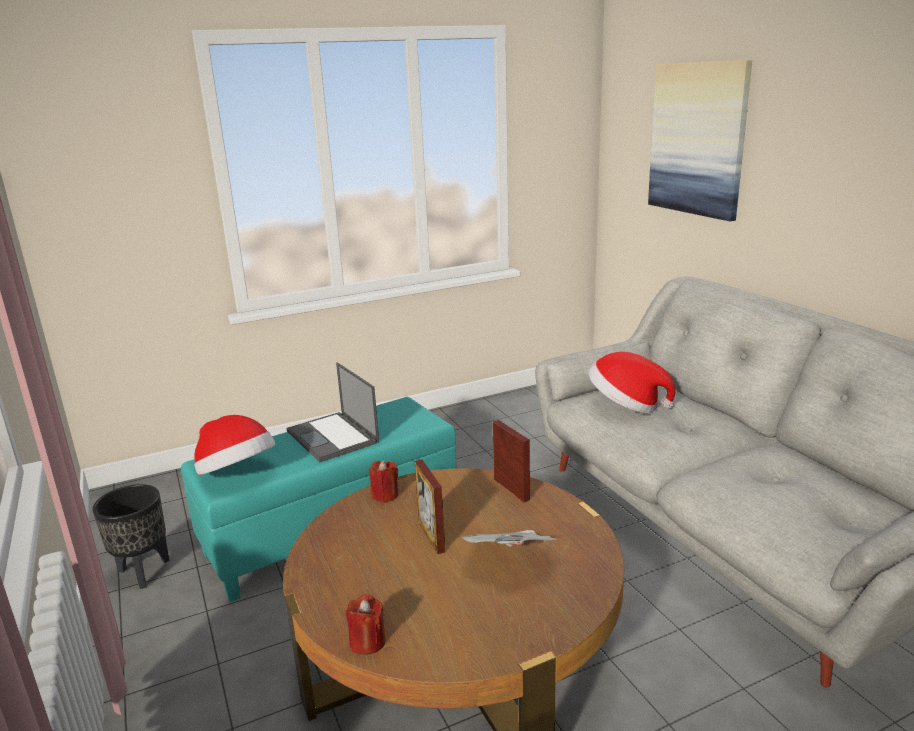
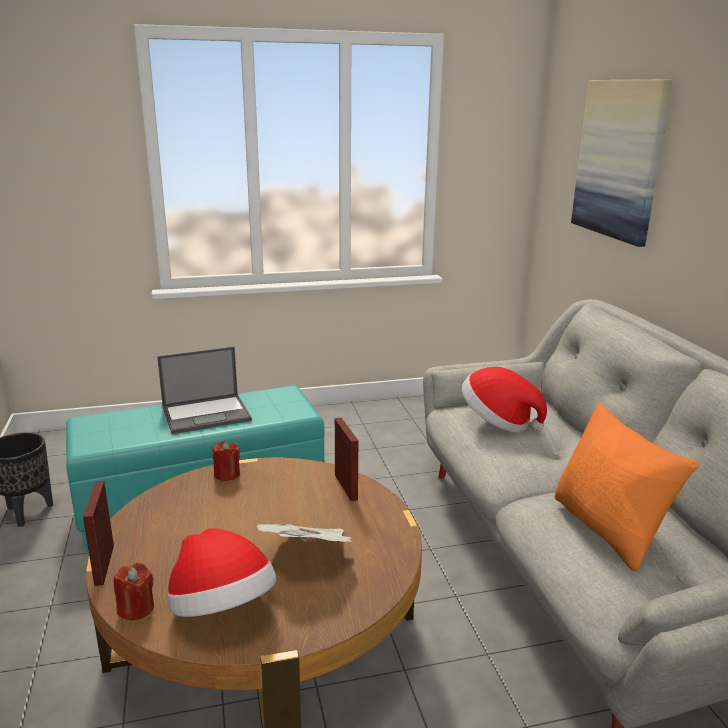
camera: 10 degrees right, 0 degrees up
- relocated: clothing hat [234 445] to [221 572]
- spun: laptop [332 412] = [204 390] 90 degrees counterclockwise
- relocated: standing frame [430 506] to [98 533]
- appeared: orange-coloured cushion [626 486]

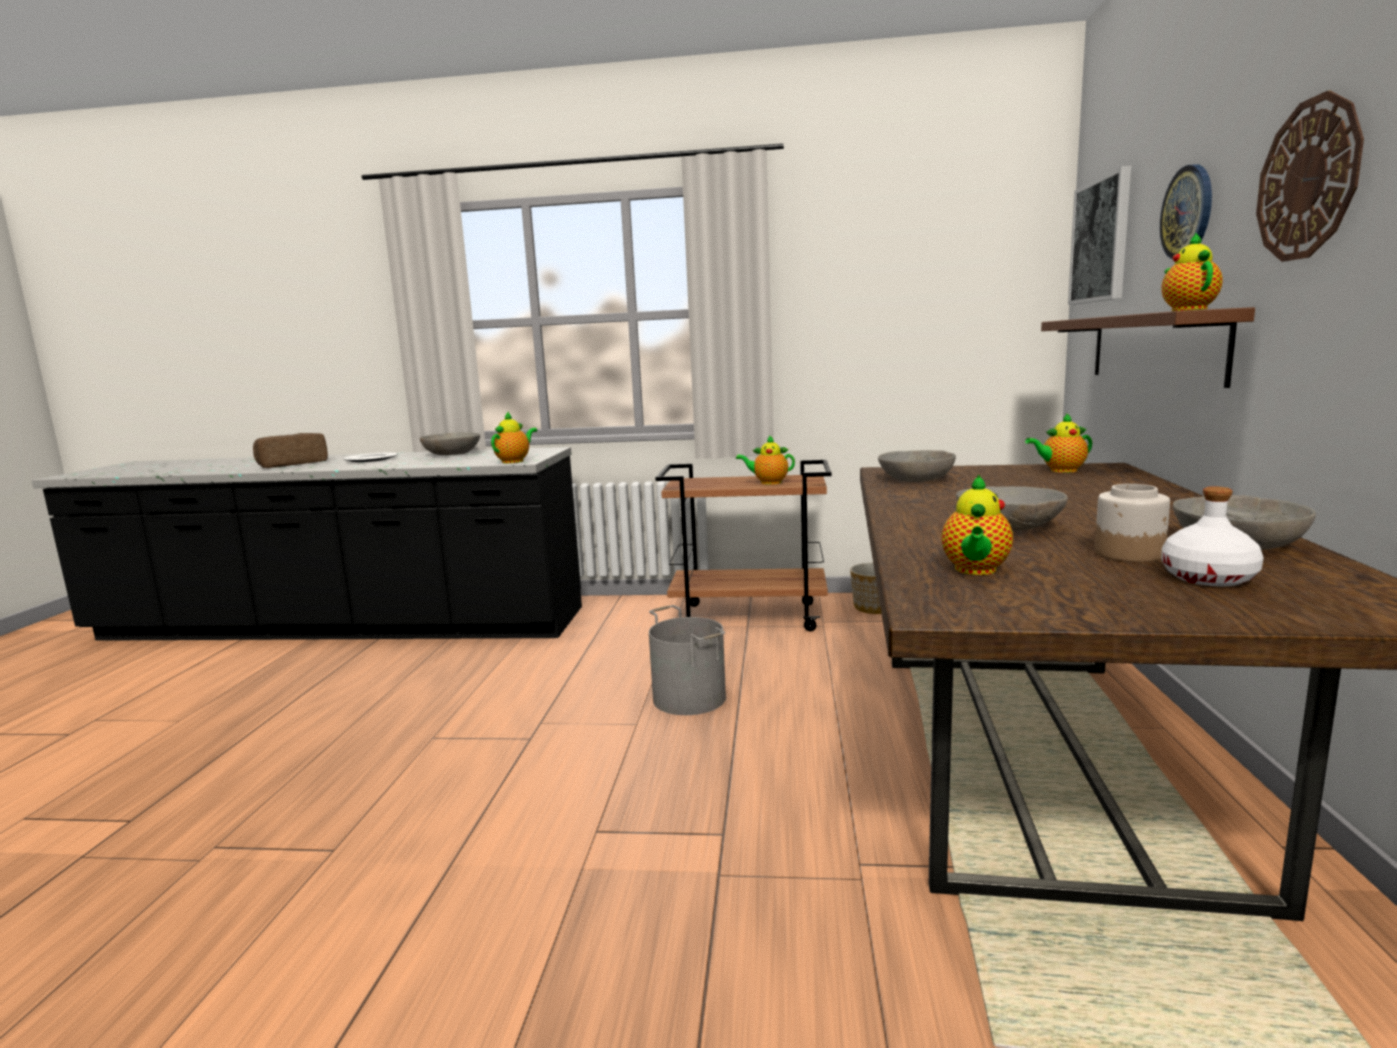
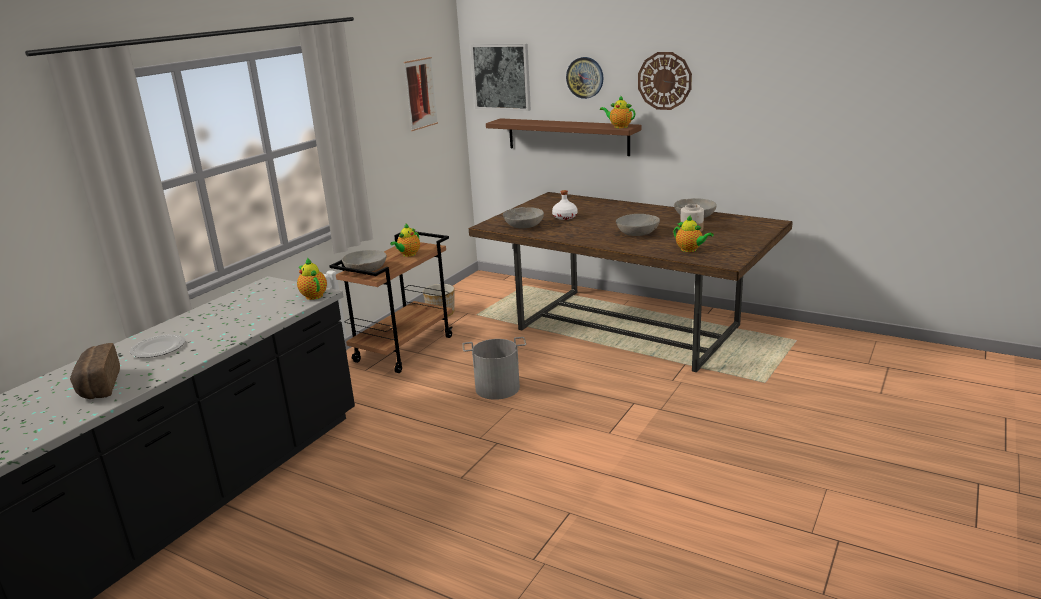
camera: 65 degrees left, 10 degrees up
- relocated: gray bowl [450 443] to [364 261]
- missing: tea pot [1058 443]
- relocated: whitish bottle [1212 536] to [565 205]
- appeared: picture [421 94]

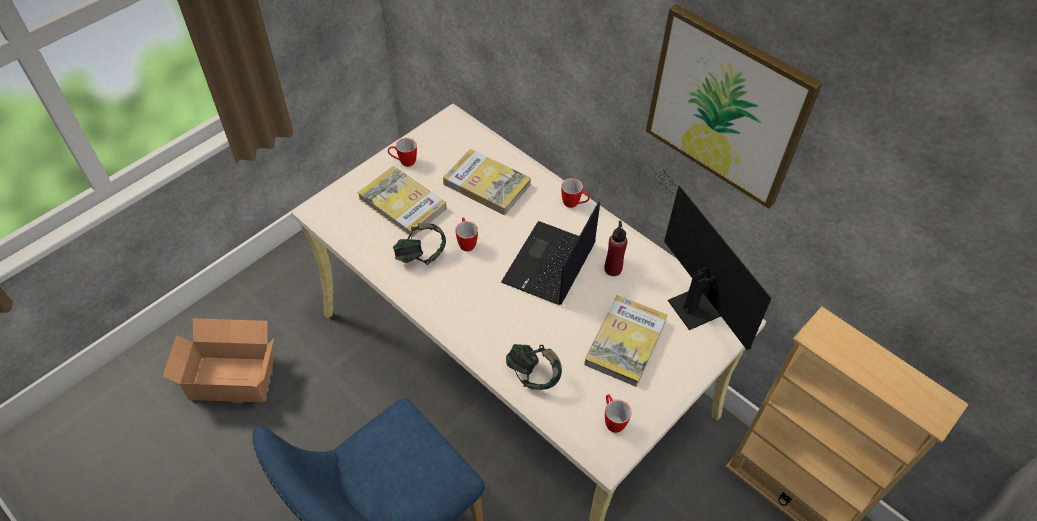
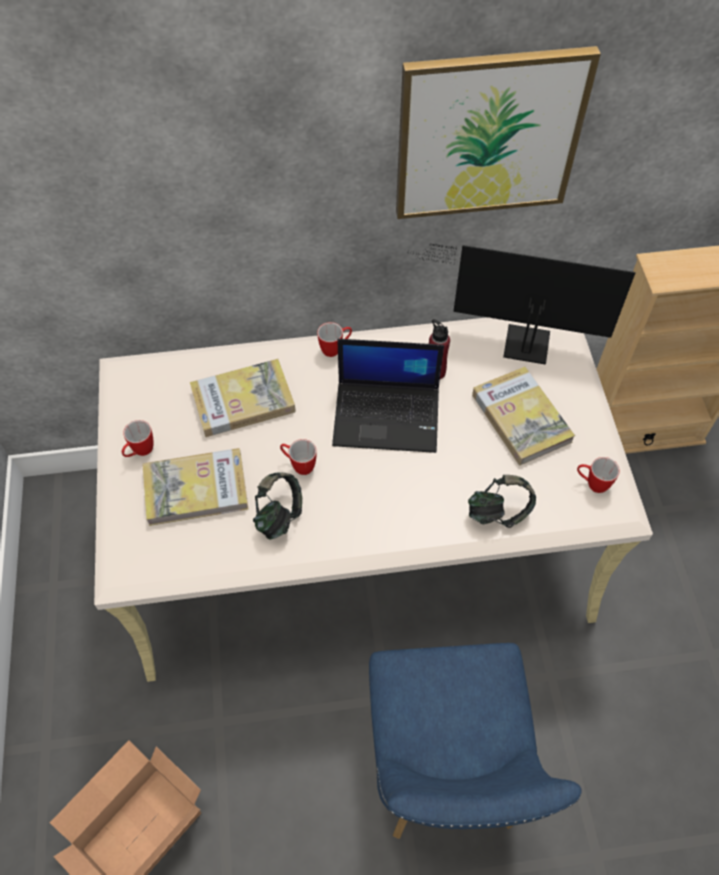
camera: 50 degrees left, 5 degrees up
- spun: laptop [550 253] = [388 396] 60 degrees counterclockwise

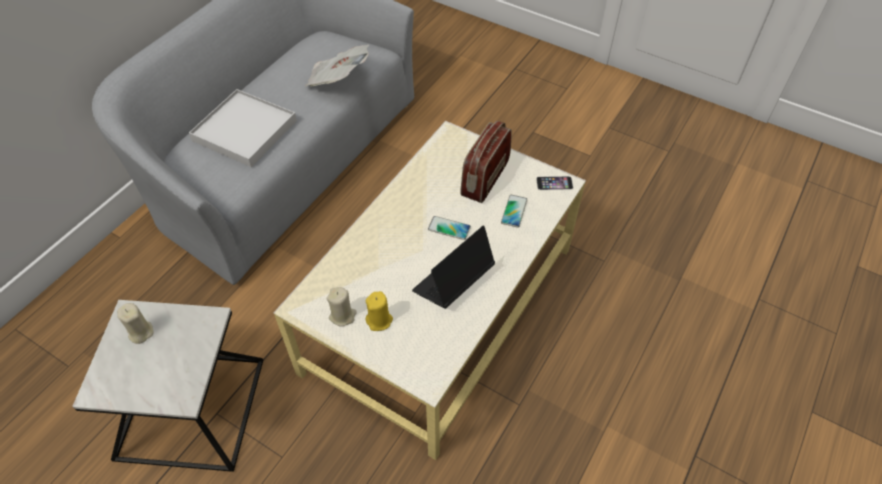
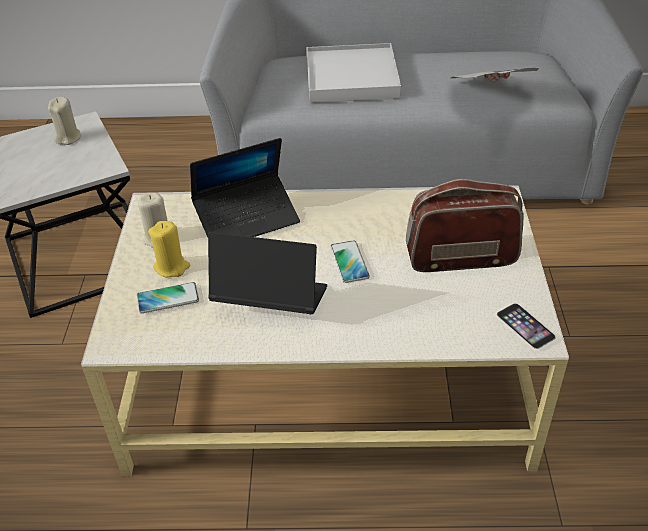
camera: 60 degrees right, 10 degrees down
- relocated: telephone [514 211] to [168 297]
- appeared: laptop [245 187]

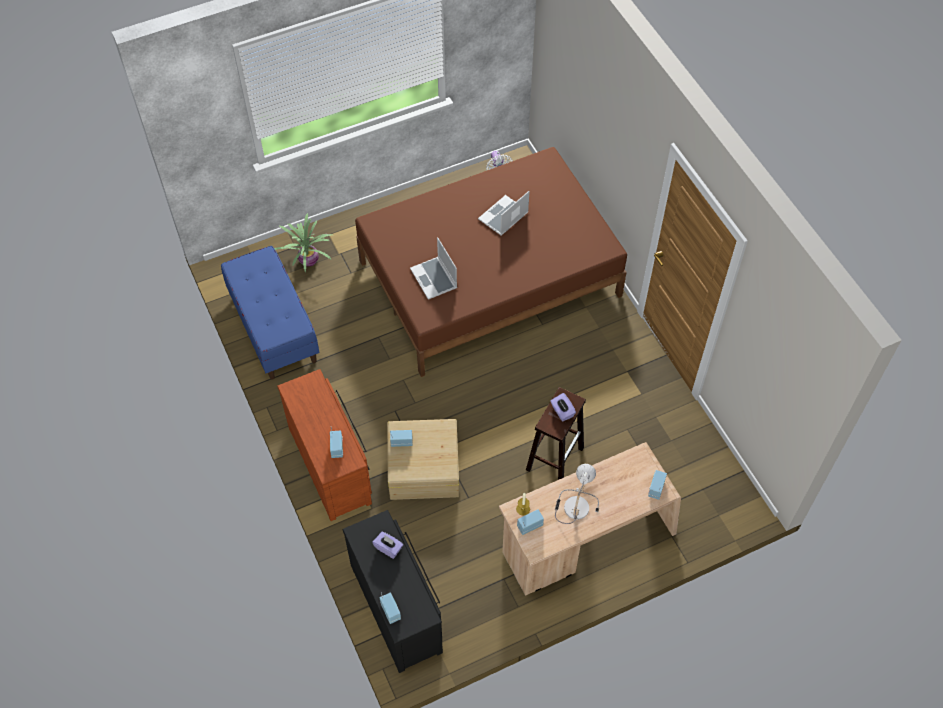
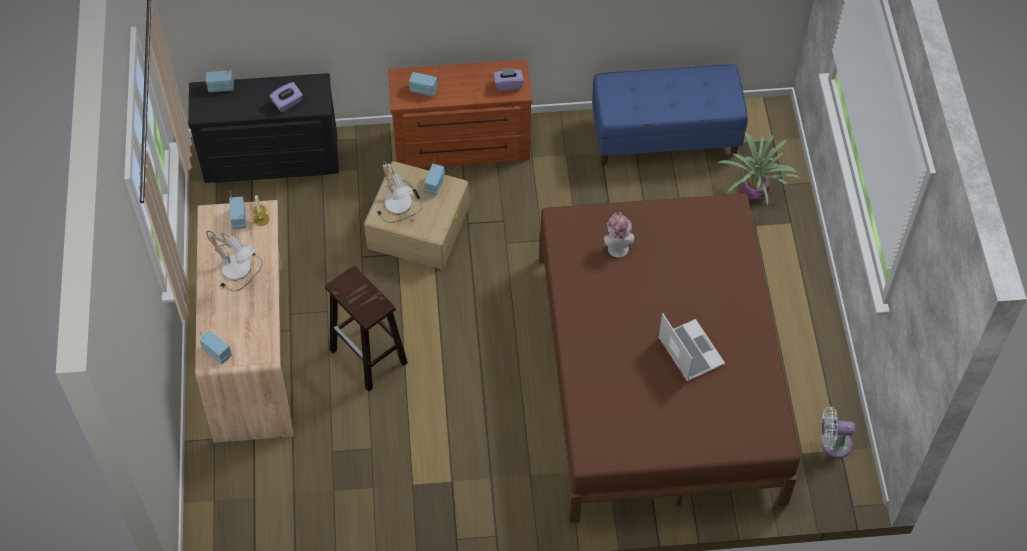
camera: 110 degrees right, 0 degrees up
- exchanged: laptop [433 268] to clothing hat [619 235]
- relocated: purple box of tissues [563 407] to [509 79]
- appeared: tabletop lamp [400 192]

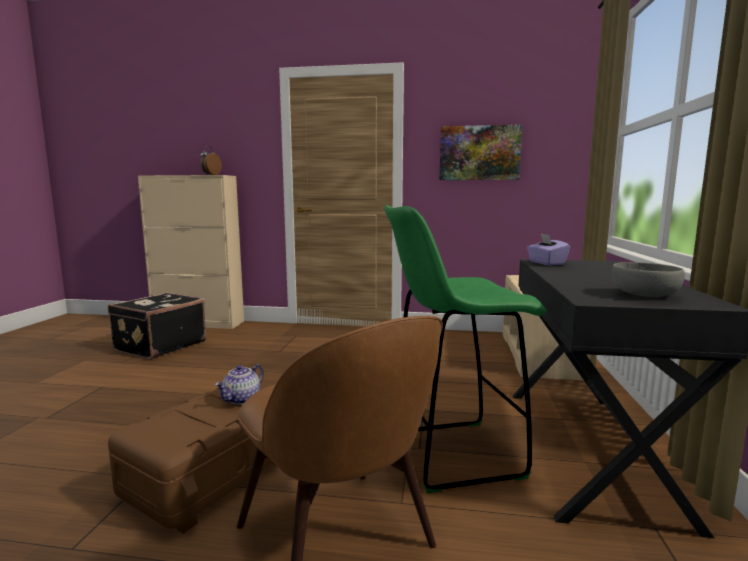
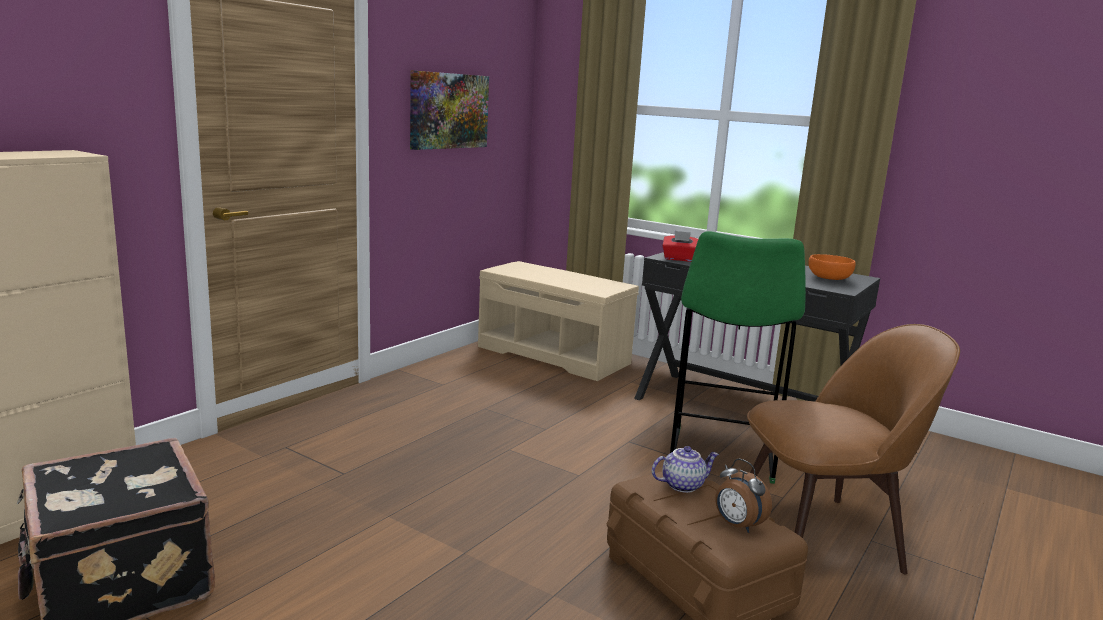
camera: 65 degrees left, 5 degrees up
- relocated: bedside clock [211 160] to [743 496]
- spun: tea pot [239 384] = [685 469] 75 degrees counterclockwise
- colour: purple box of tissues [548 249] to red-coloured box of tissues [680 246]
- colour: gray bowl [648 279] to orange-coloured bowl [832 267]

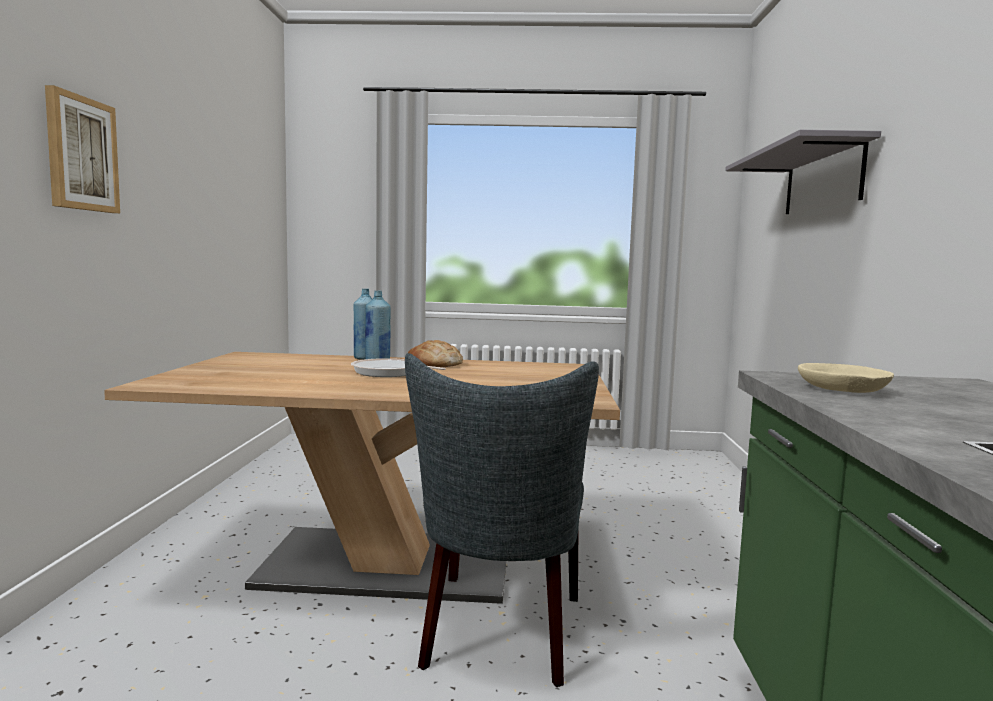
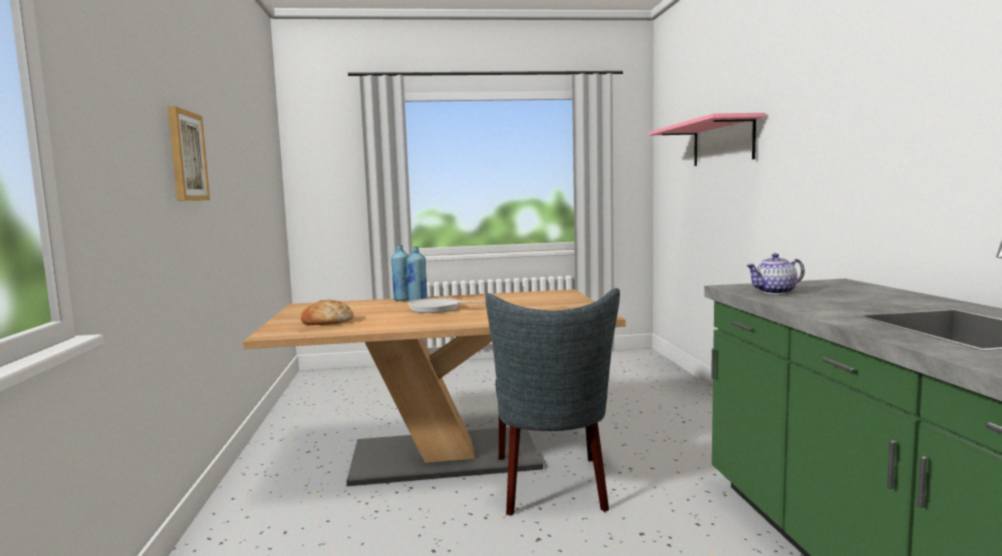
camera: 10 degrees left, 0 degrees up
- relocated: bread [435 353] to [327 312]
- colour: gray shelf [803 172] to pinkish shelf [707 139]
- exchanged: beige bowl [846 378] to tea pot [775 273]

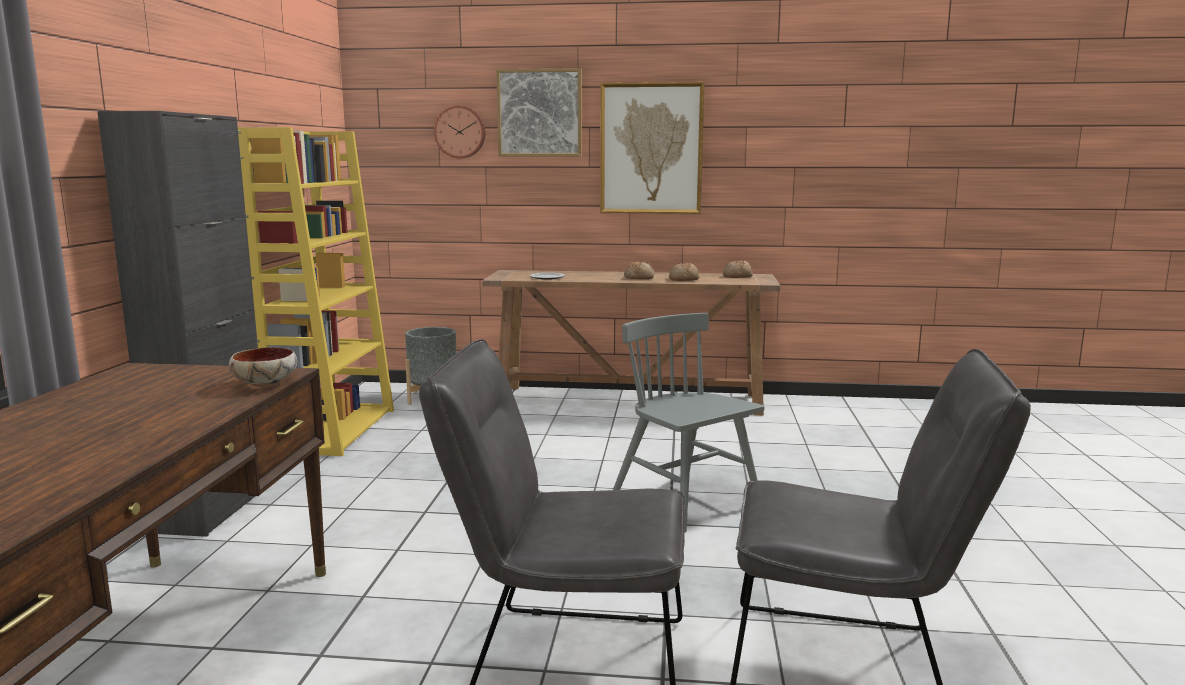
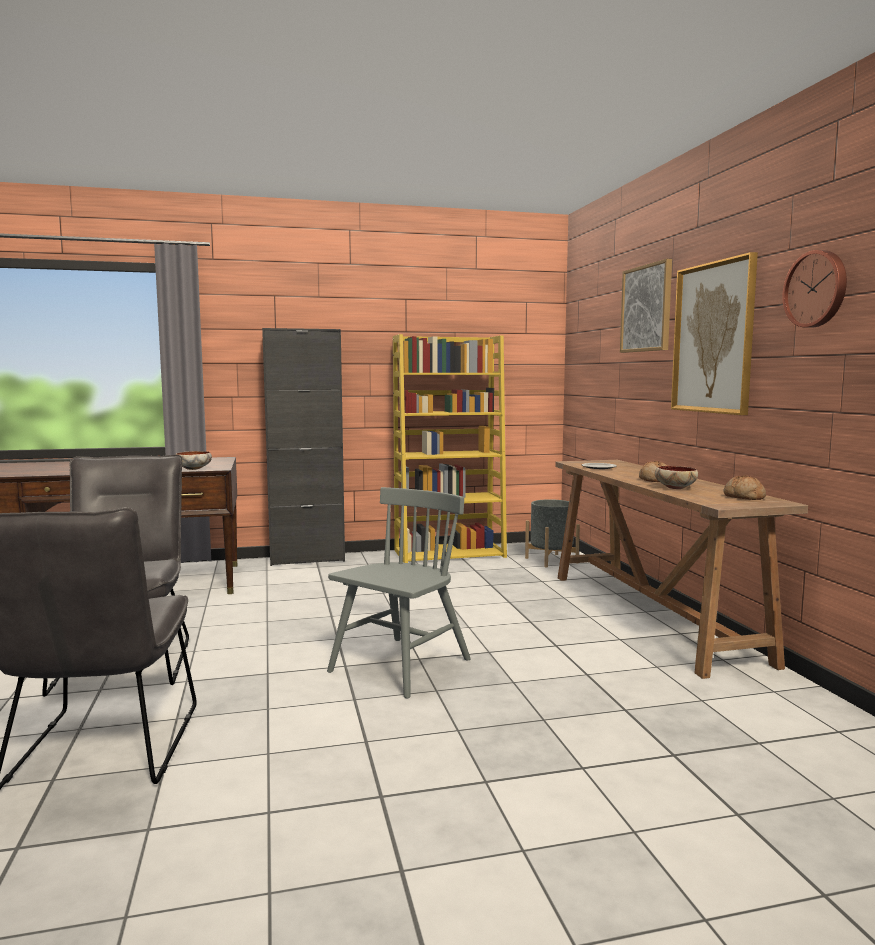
camera: 70 degrees right, 5 degrees down
- relocated: hanging clock [459 131] to [814 289]
- exchanged: bread [684 272] to bowl [676 477]

